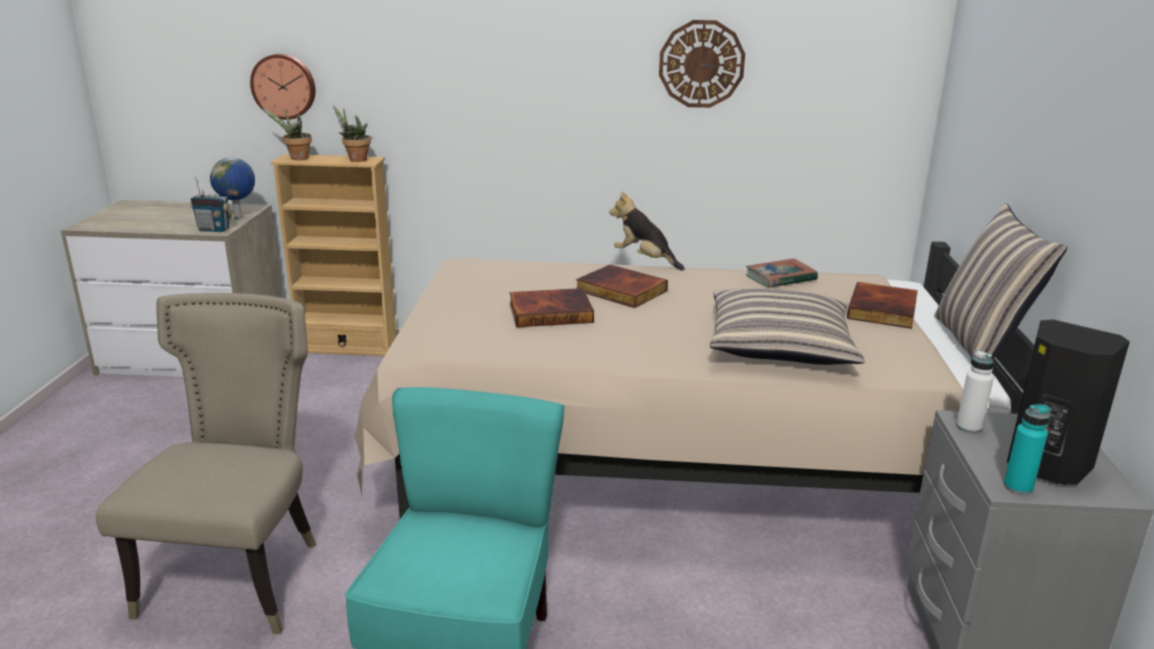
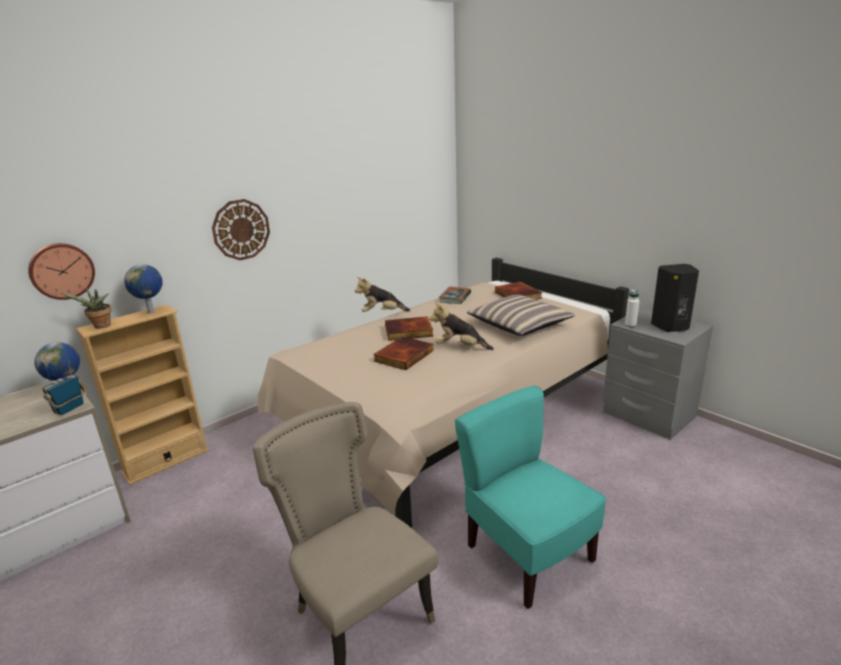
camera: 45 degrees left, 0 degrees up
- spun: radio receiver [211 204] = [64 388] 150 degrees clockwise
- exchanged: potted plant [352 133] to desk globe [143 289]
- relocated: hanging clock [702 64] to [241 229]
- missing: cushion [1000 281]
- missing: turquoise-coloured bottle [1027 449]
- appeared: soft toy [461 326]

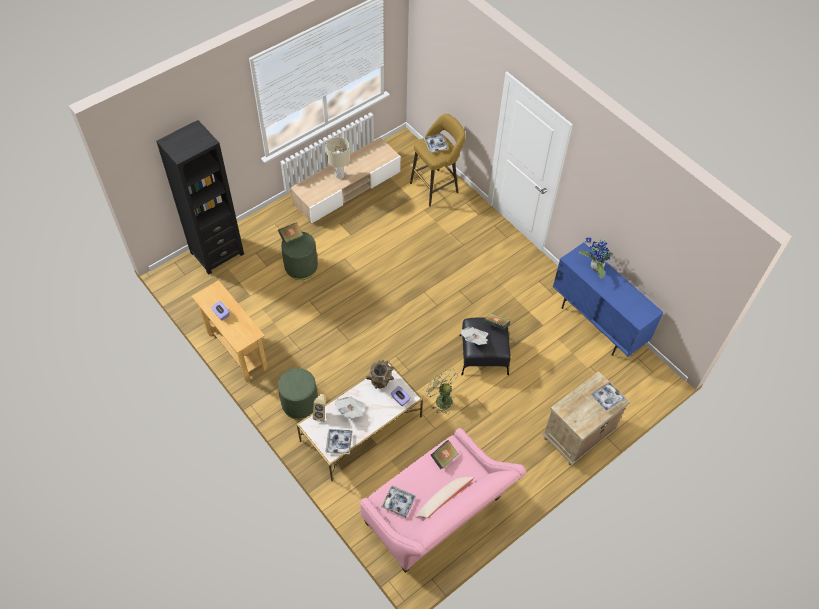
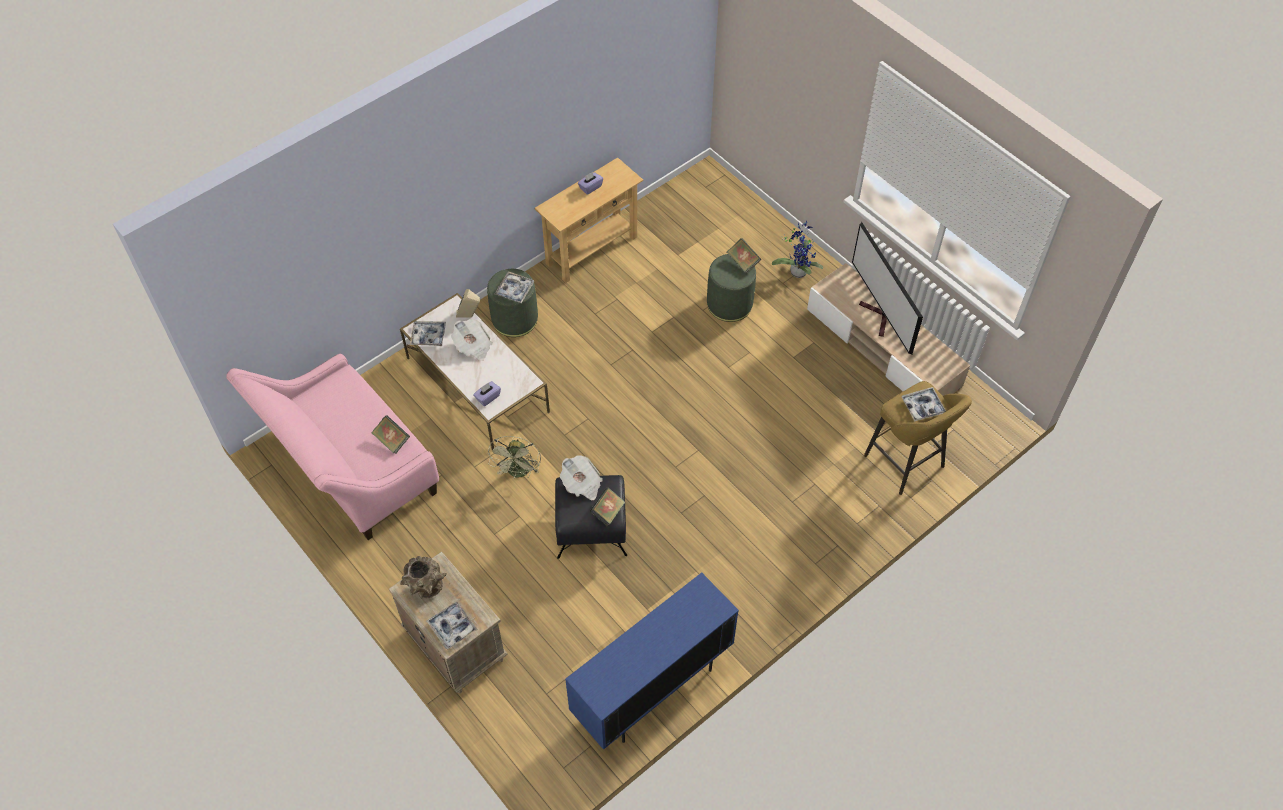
camera: 90 degrees right, 0 degrees up
- missing: black-coloured bookcase [200 197]
- exchanged: beige tabletop lamp [338 158] to television [887 288]
- relocated: brown-coloured flower vase [380 374] to [423 577]
- relocated: carrying tray [398 502] to [514 287]
- missing: beige cushion [445 497]
- spun: green electric fan [440 391] = [514 457] 135 degrees clockwise
- relocated: potted plant [596 258] to [797 249]

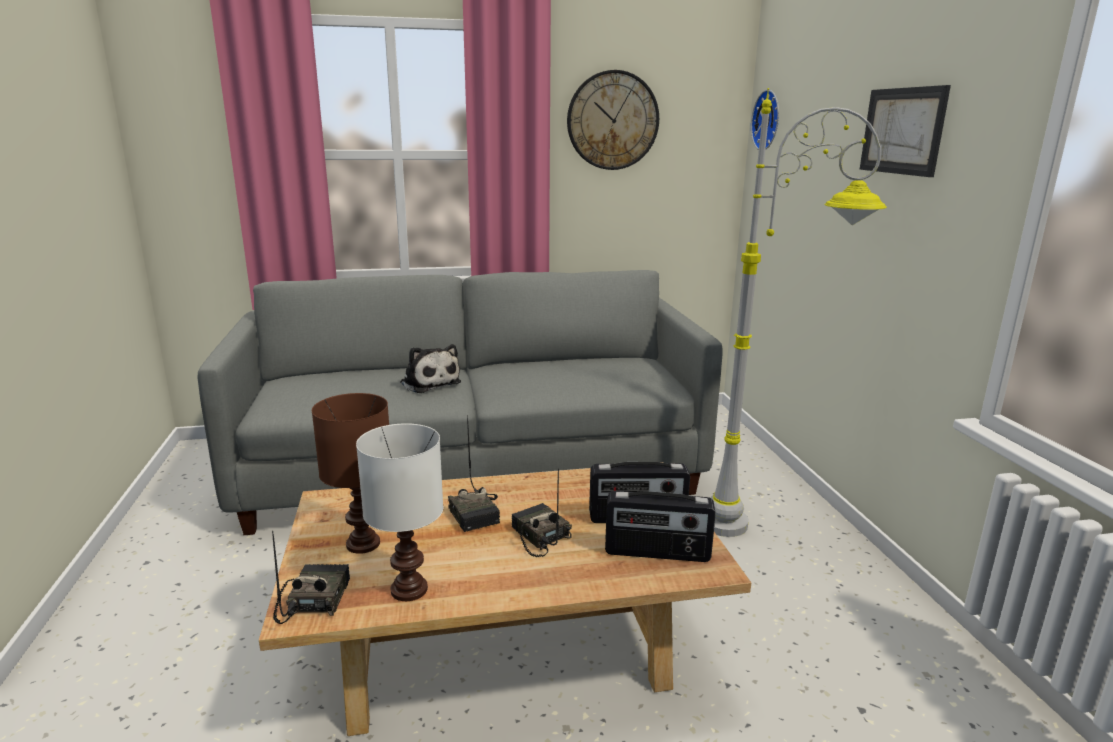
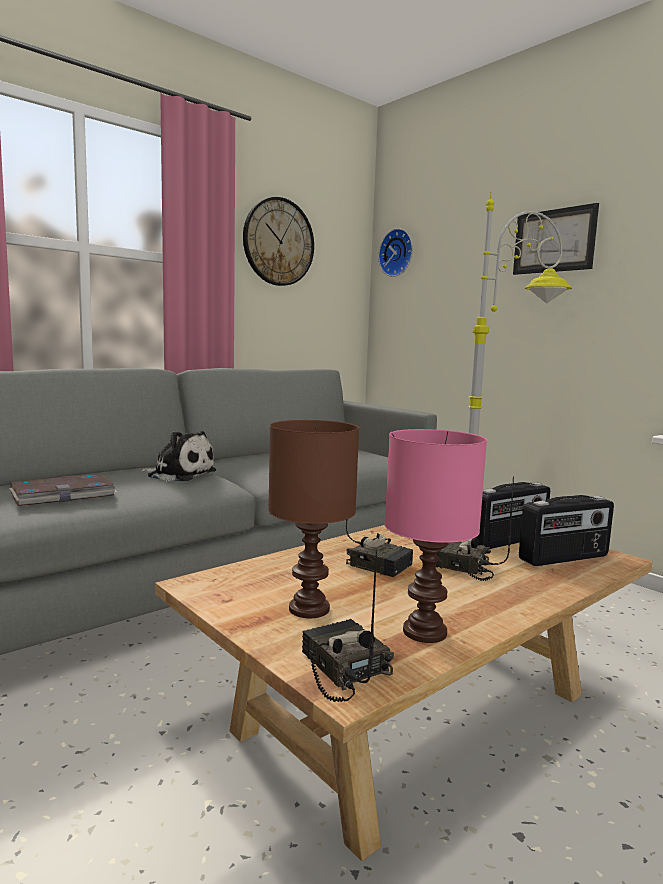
camera: 30 degrees left, 10 degrees down
- colour: whitish tabletop lamp [399 512] to pinkish tabletop lamp [436 536]
- appeared: volume [63 490]

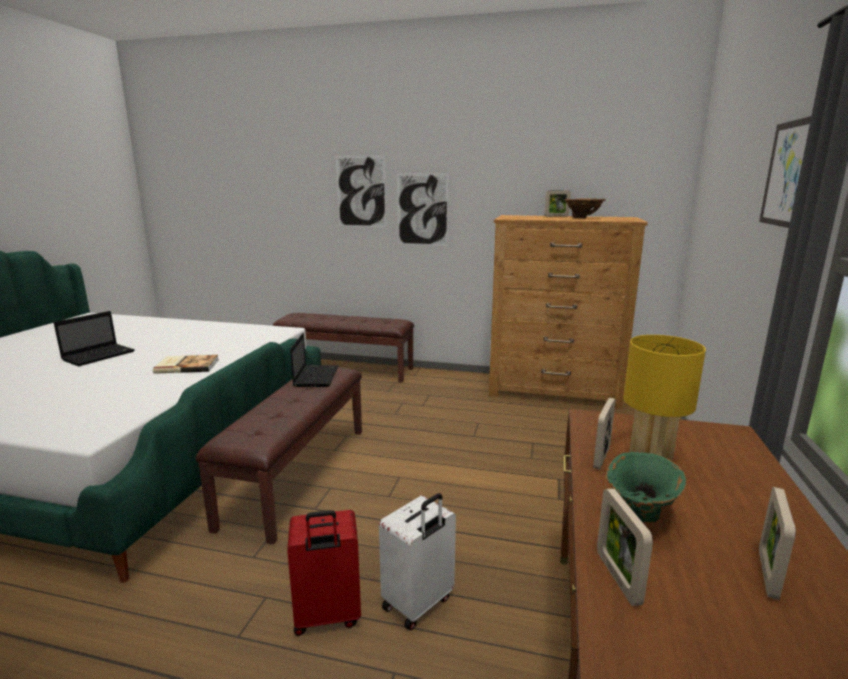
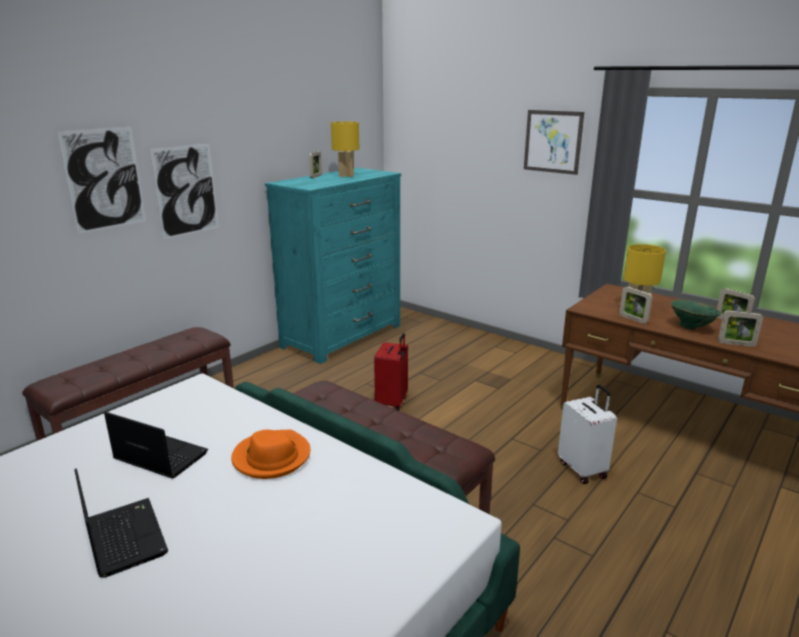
camera: 65 degrees left, 5 degrees up
- exchanged: volume [186 364] to orange-coloured clothing hat [270 454]
- relocated: red-coloured piece of luggage [324 573] to [391 372]
- relocated: laptop [314 360] to [156 445]
- colour: brown-coloured dresser [568 312] to turquoise-coloured dresser [333 266]
- exchanged: brown-coloured flower vase [585 208] to yellow-coloured tabletop lamp [345 149]

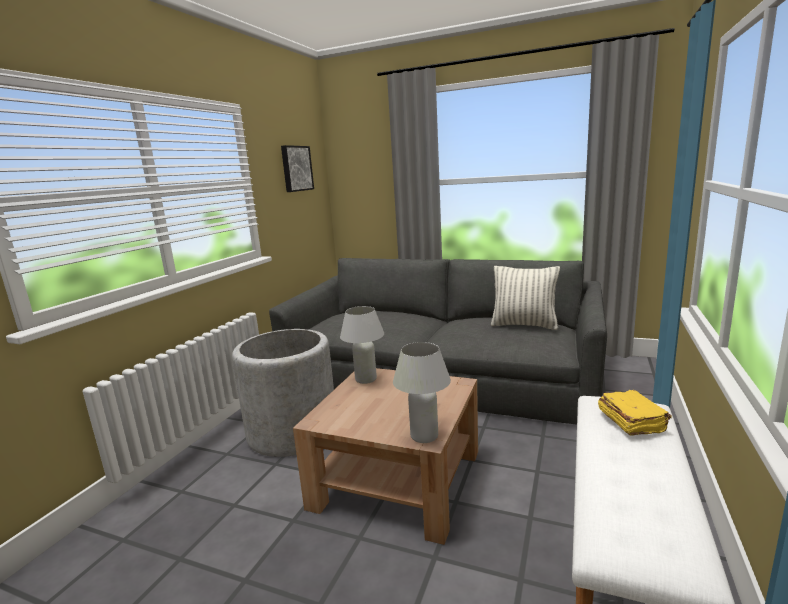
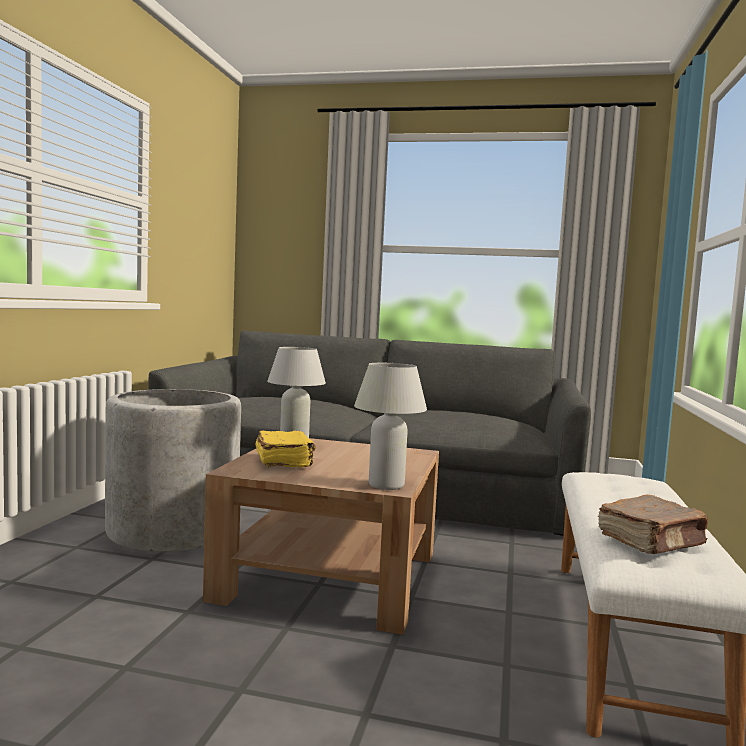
camera: 10 degrees left, 10 degrees down
- missing: picture [297 168]
- missing: cushion [525 298]
- relocated: yellow-coloured volume [635 413] to [285 448]
- appeared: brown-coloured volume [653 524]

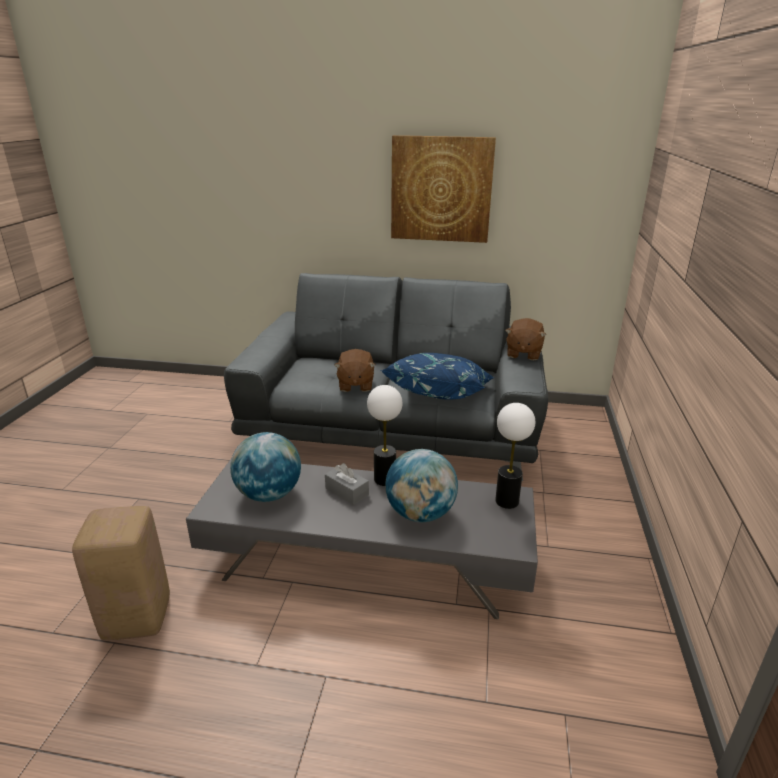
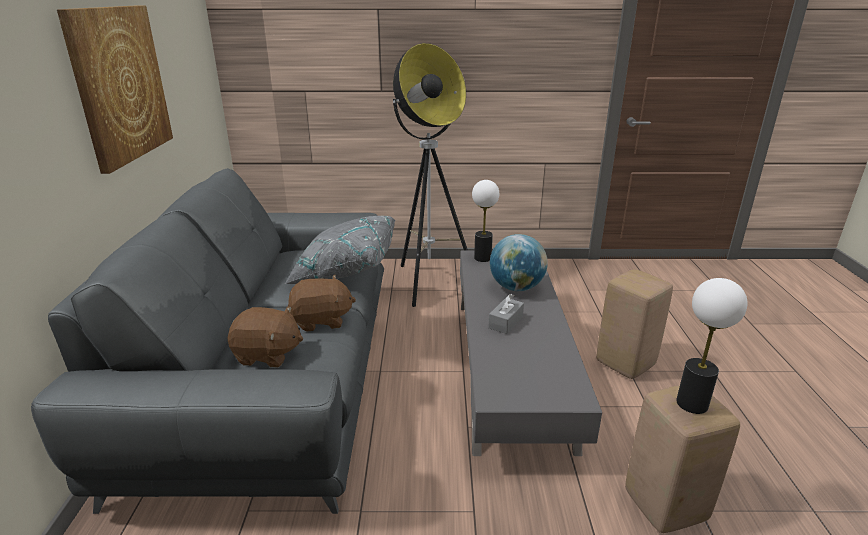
camera: 100 degrees left, 0 degrees up
- missing: desk globe [265 467]
- relocated: tabletop lamp [385 435] to [712 346]
- colour: bluish cushion [438 376] to gray cushion [340 250]
- relocated: brown-coloured soft toy [525 339] to [265 337]
- appeared: standard lamp [430 175]
- appeared: beige sitting stool [634 324]

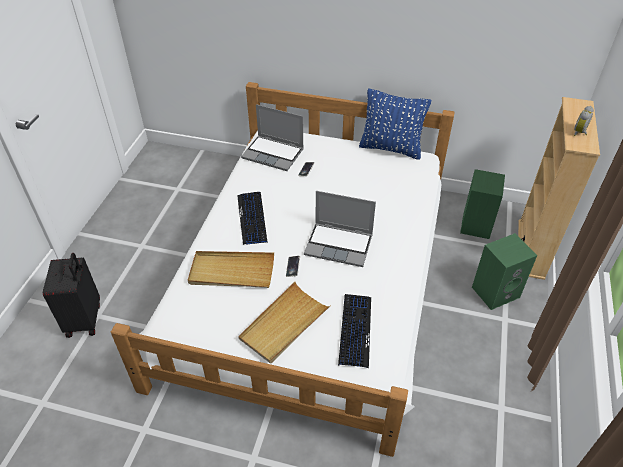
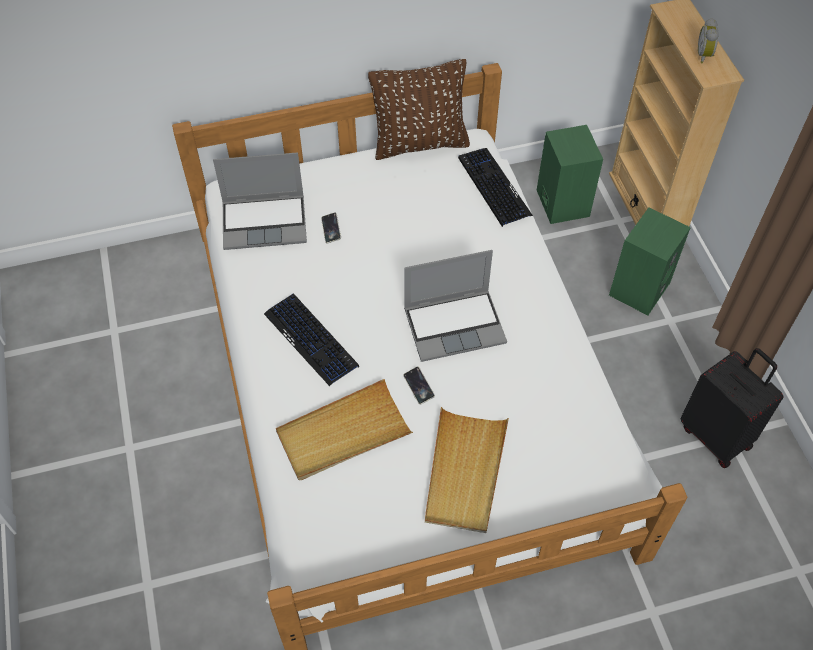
camera: 30 degrees left, 10 degrees up
- relocated: black-coloured piece of luggage [71 295] to [732 408]
- relocated: PC keyboard [354 331] to [495 187]
- colour: bluish cushion [395 124] to brown-coloured cushion [419 109]

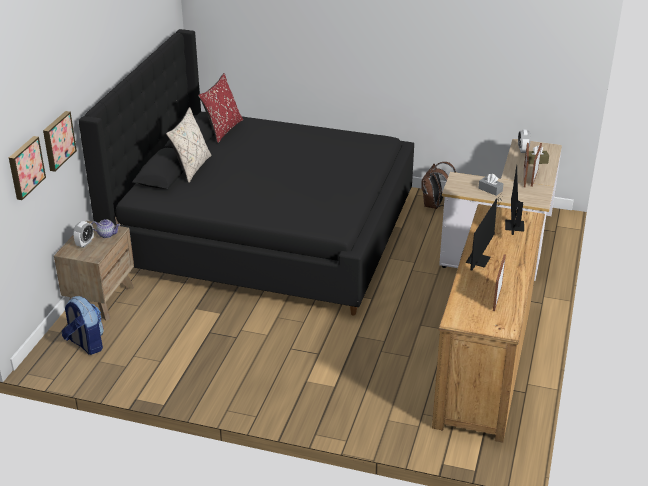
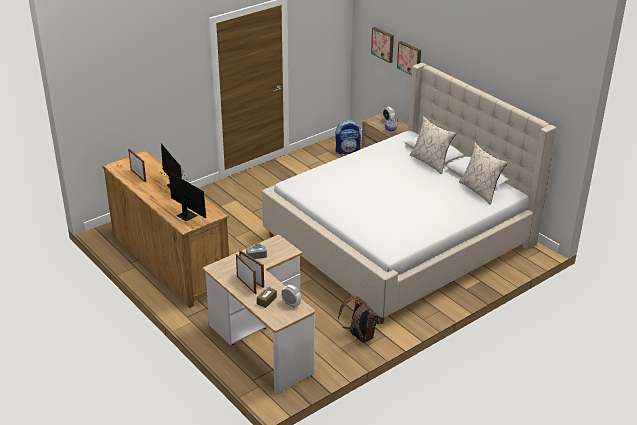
camera: 125 degrees right, 0 degrees up
- colour: black-coloured sleeping bed [246 172] to beige sleeping bed [409 193]
- colour: red-coloured cushion [220 108] to beige cushion [483 173]

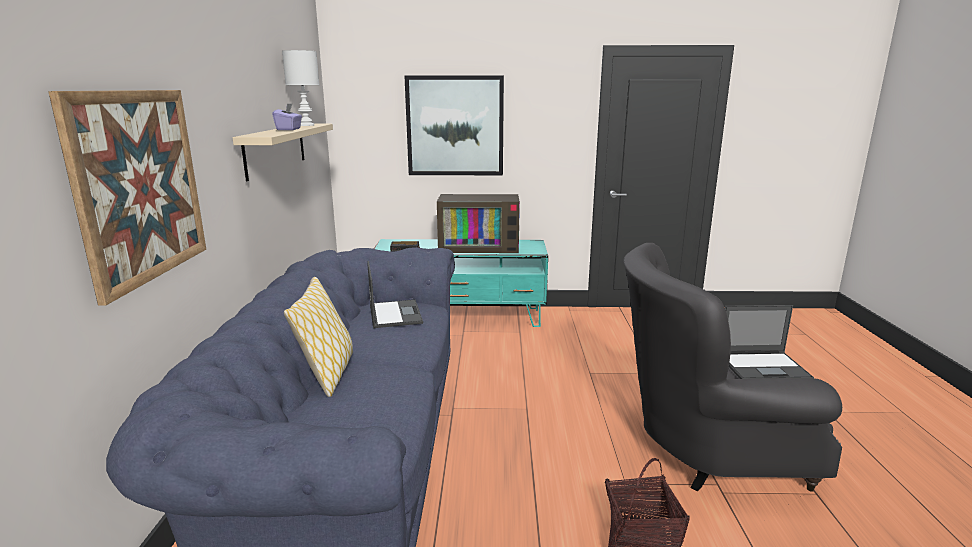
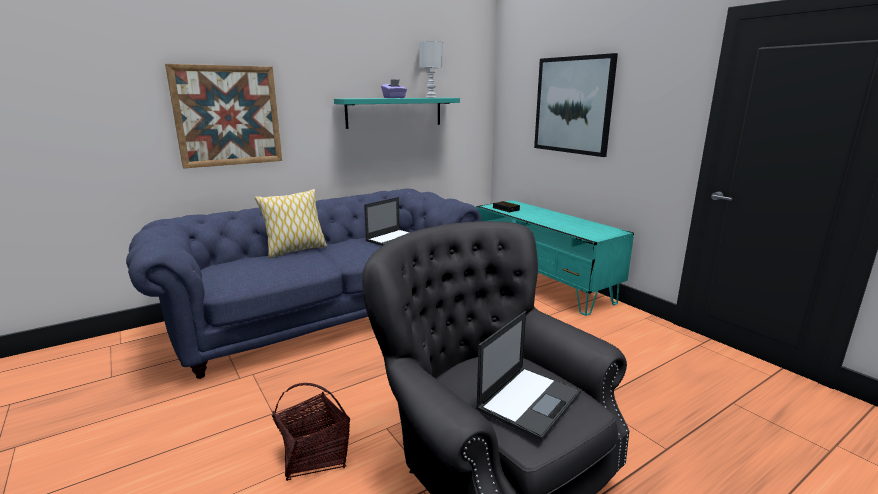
camera: 55 degrees right, 0 degrees up
- colour: beige shelf [282 152] to turquoise-coloured shelf [397 113]
- missing: television [478 223]
- spun: laptop [769 342] = [528 376] 105 degrees counterclockwise

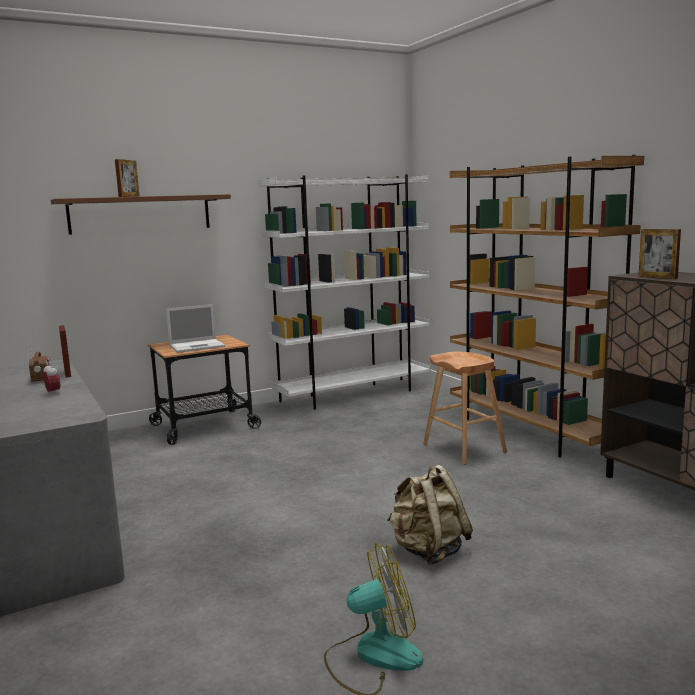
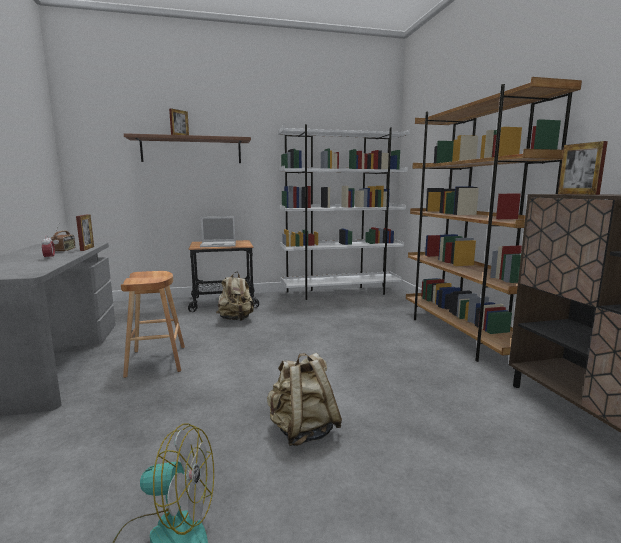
camera: 15 degrees right, 0 degrees up
- relocated: brown-coloured sitting stool [465 407] to [153 324]
- appeared: beige knapsack [235 296]

